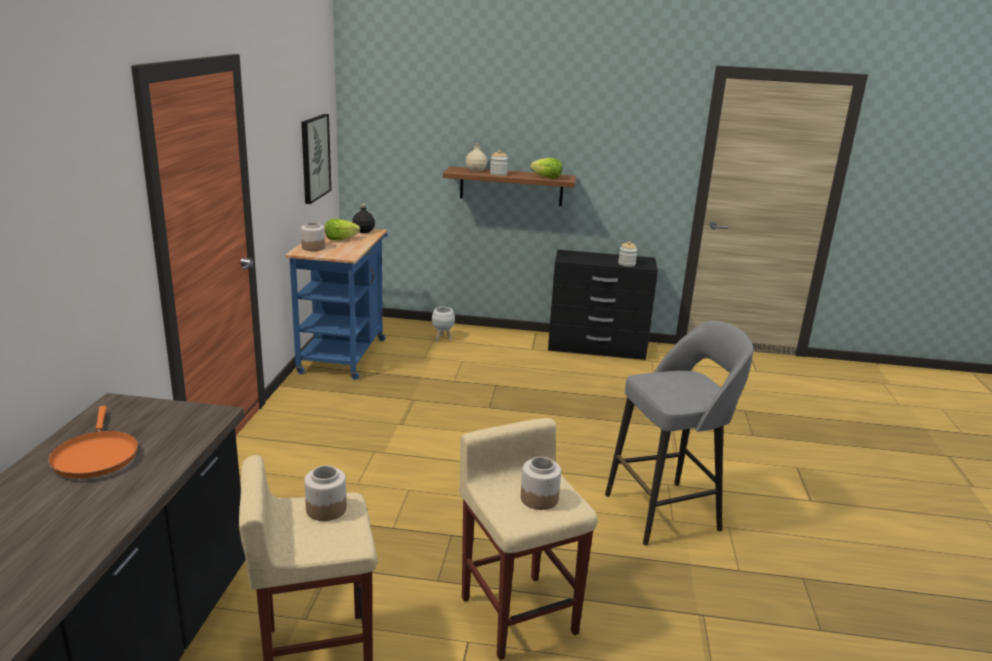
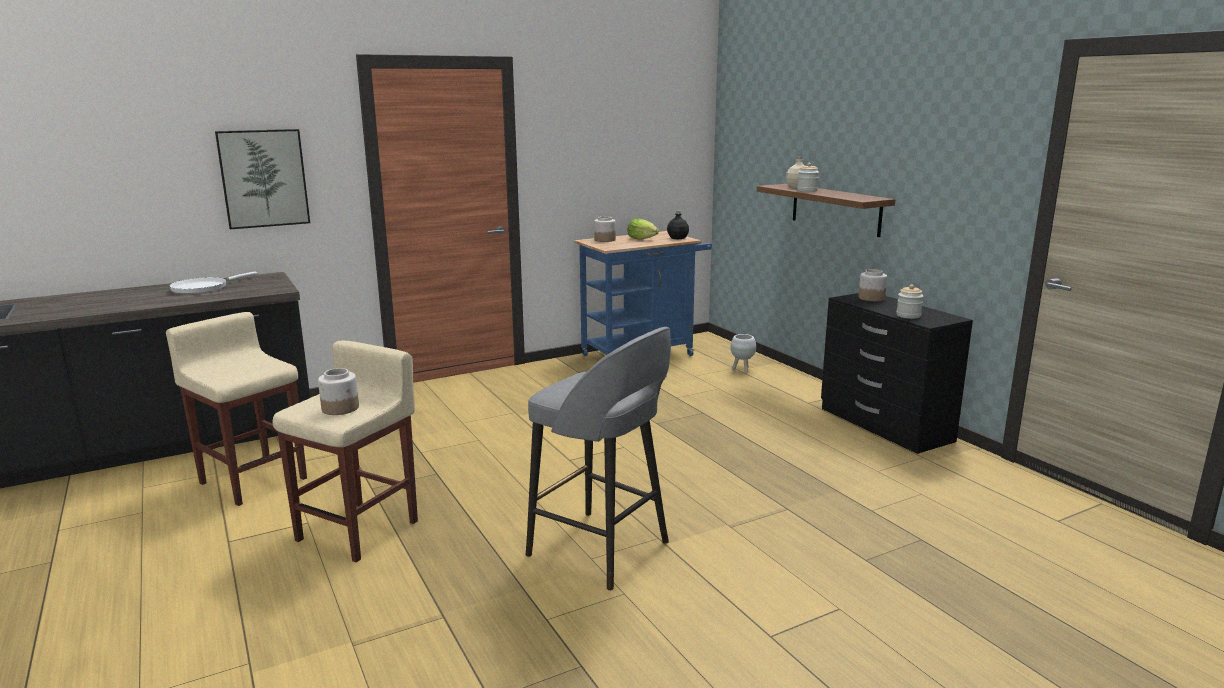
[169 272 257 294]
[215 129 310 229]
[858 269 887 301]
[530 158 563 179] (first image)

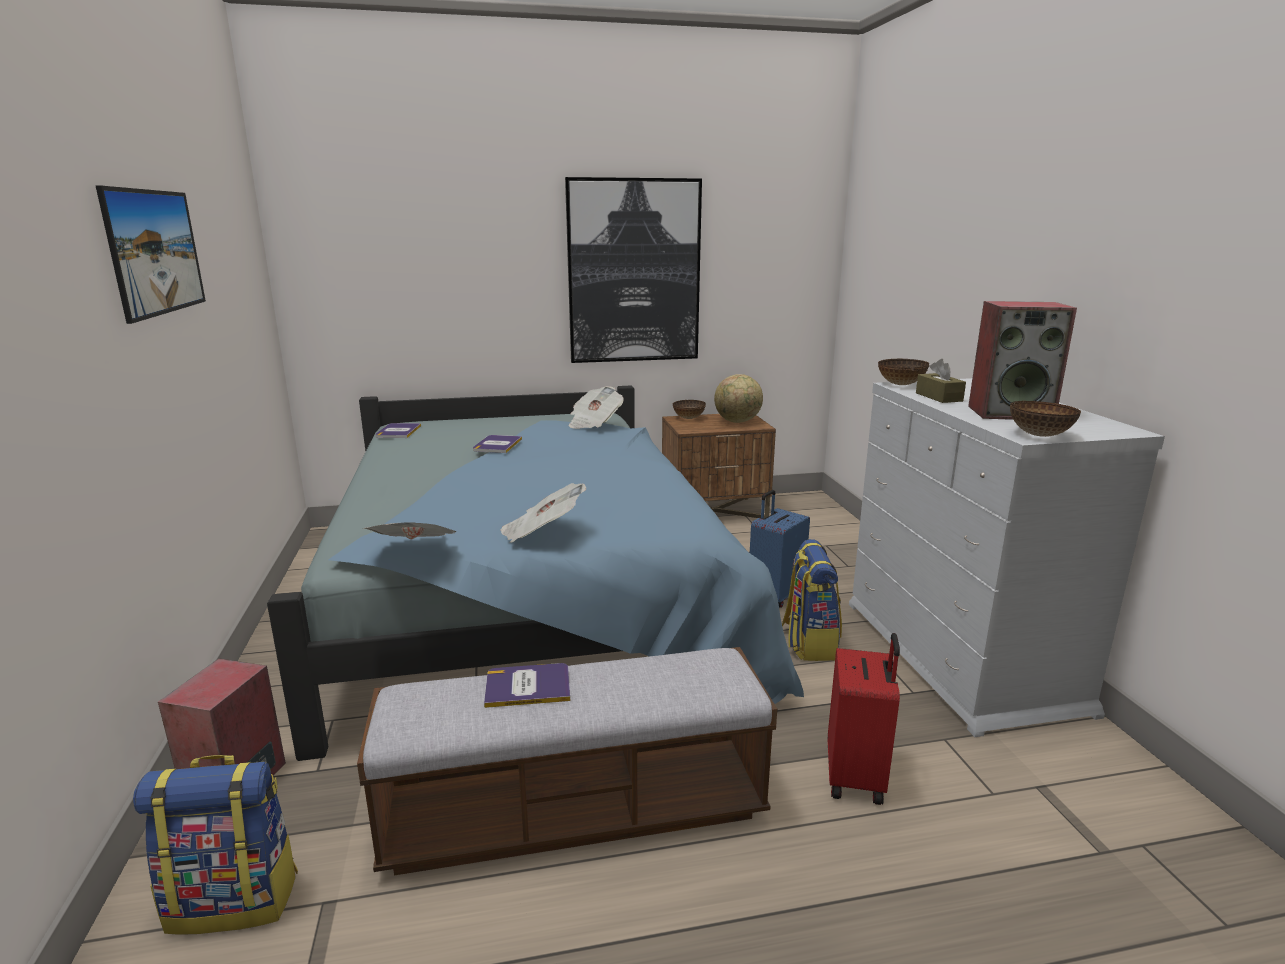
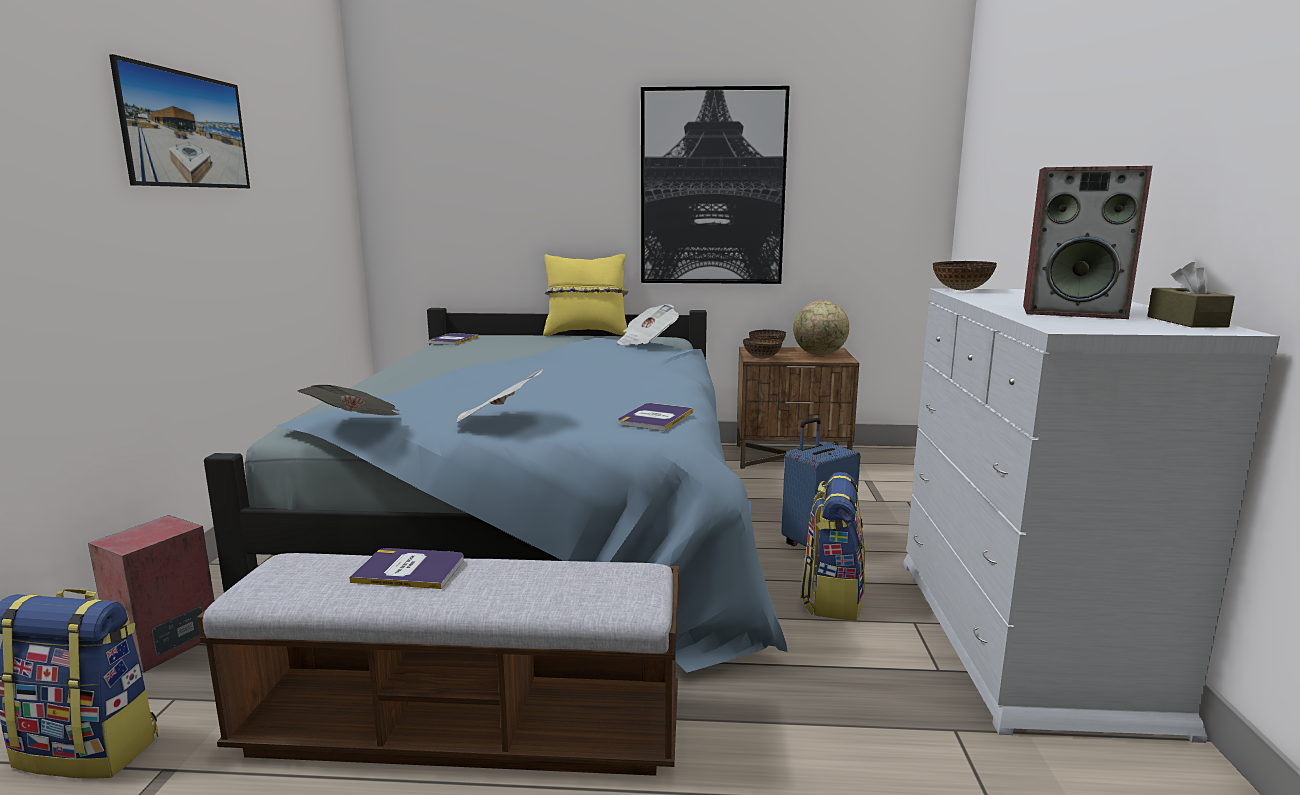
[618 403 693 431]
[828 633 900 805] (first image)
[1148 262 1235 327]
[743 338 782 359]
[543 254 628 336]

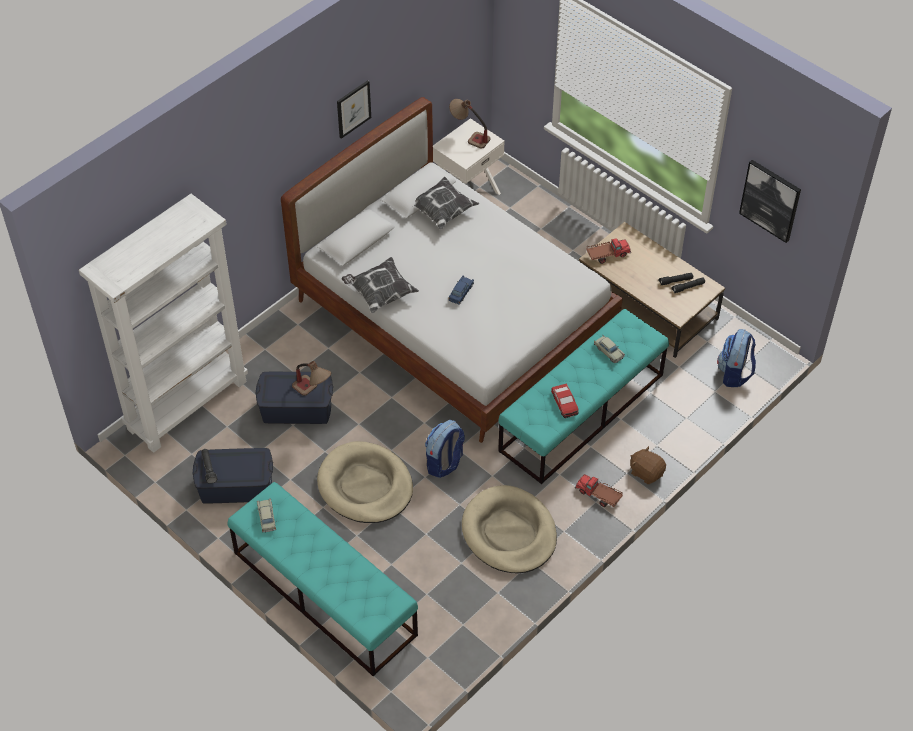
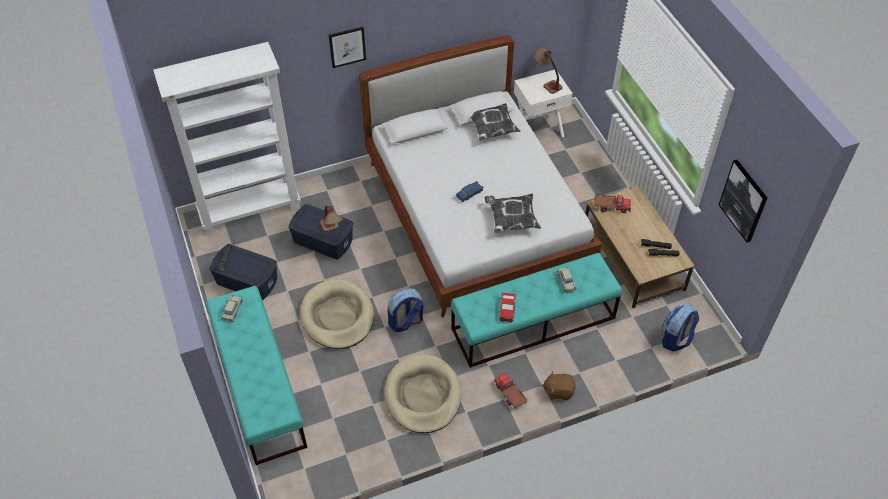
[329 27 366 68]
[484 194 541 233]
[542 371 576 400]

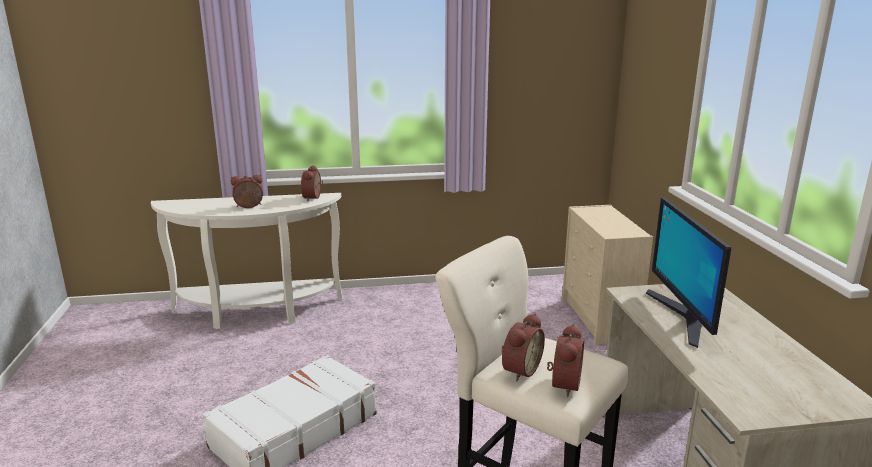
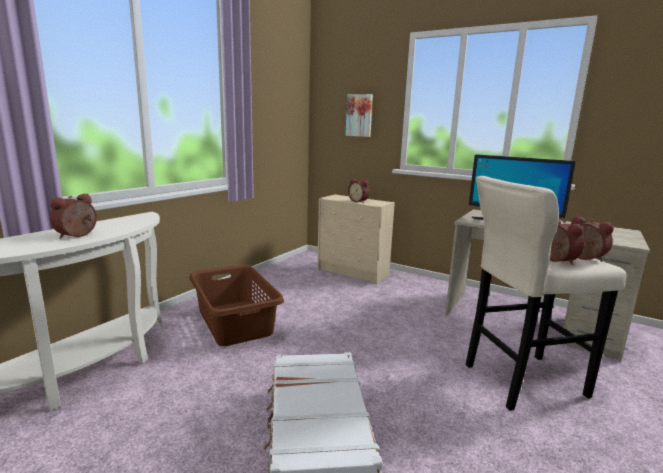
[348 178 369 203]
[189 265 284 346]
[346 94 373 137]

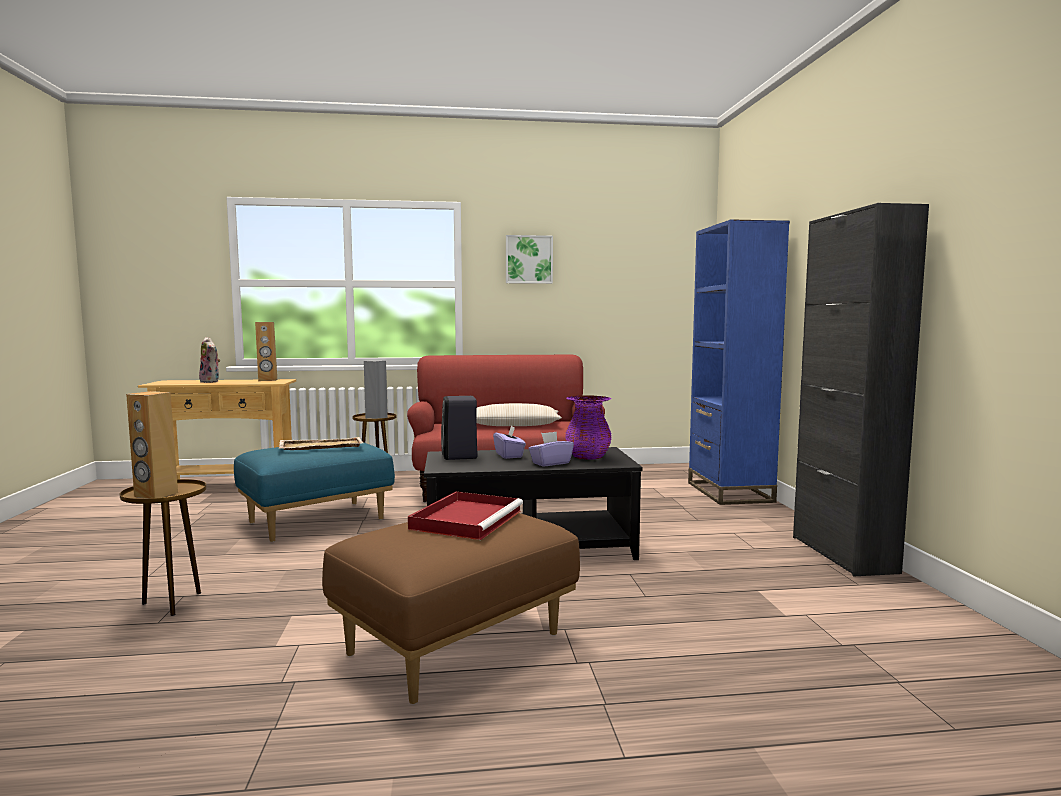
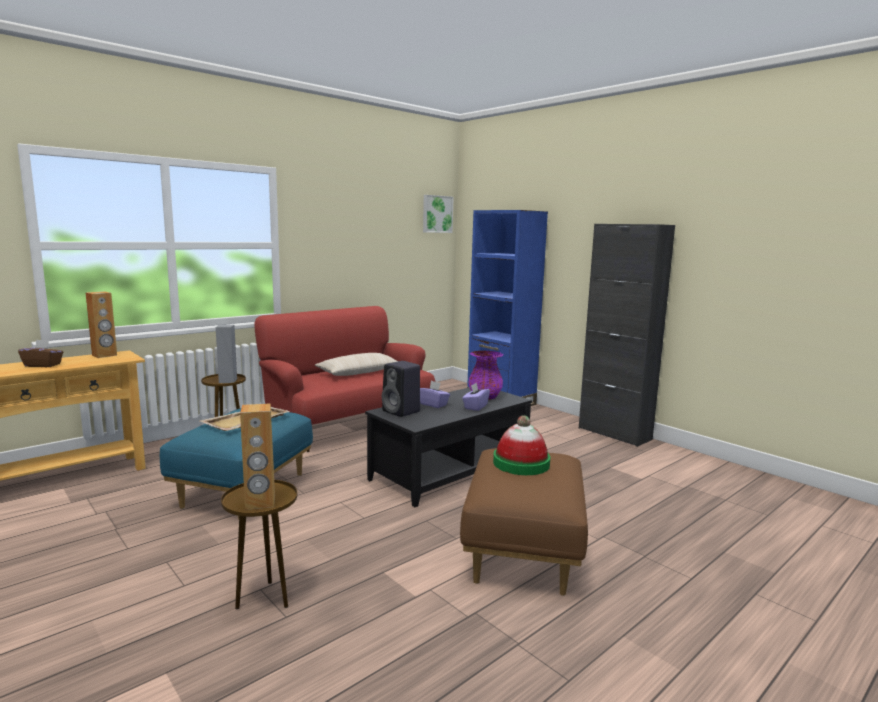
[18 339 63 367]
[493 415 550 475]
[423 195 454 233]

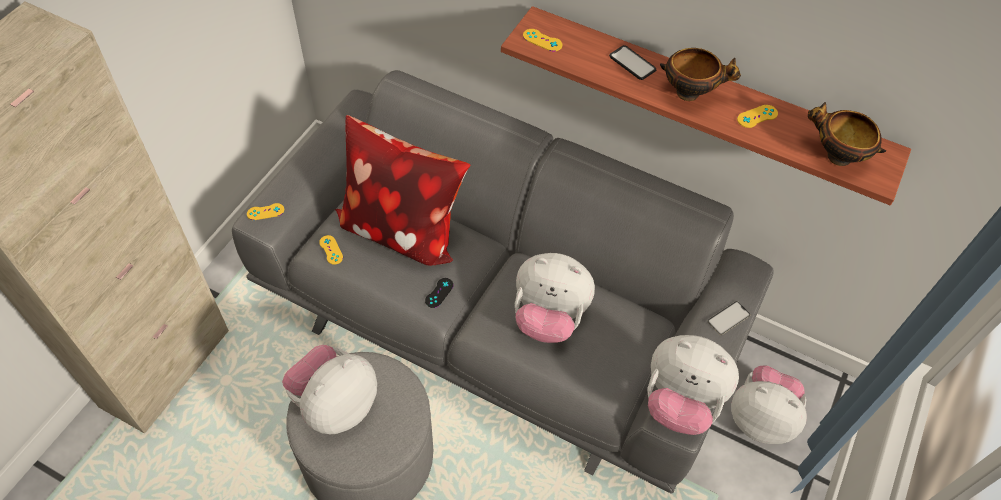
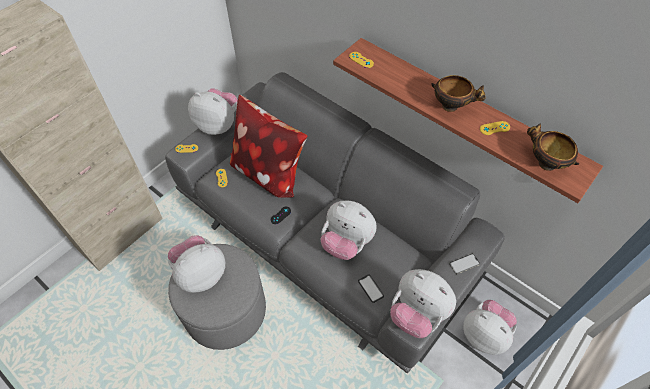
[358 275 384 303]
[188 88 238 135]

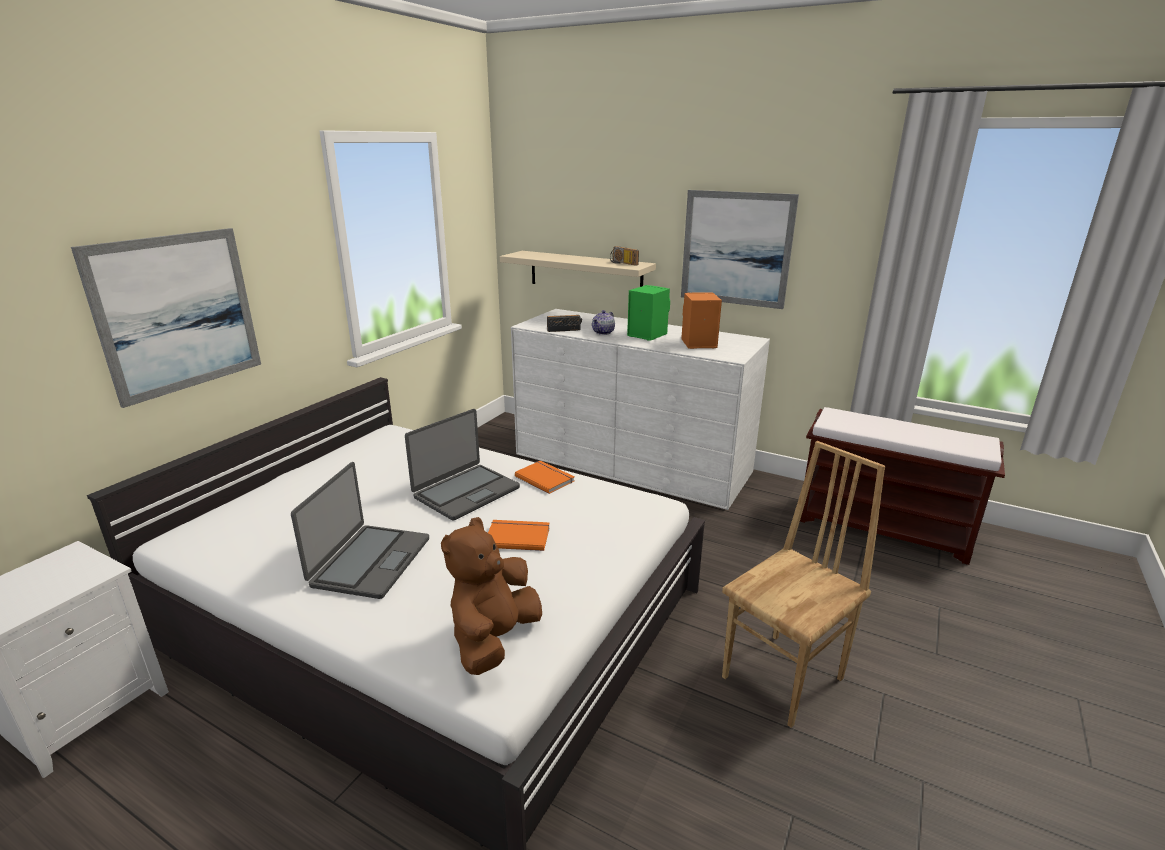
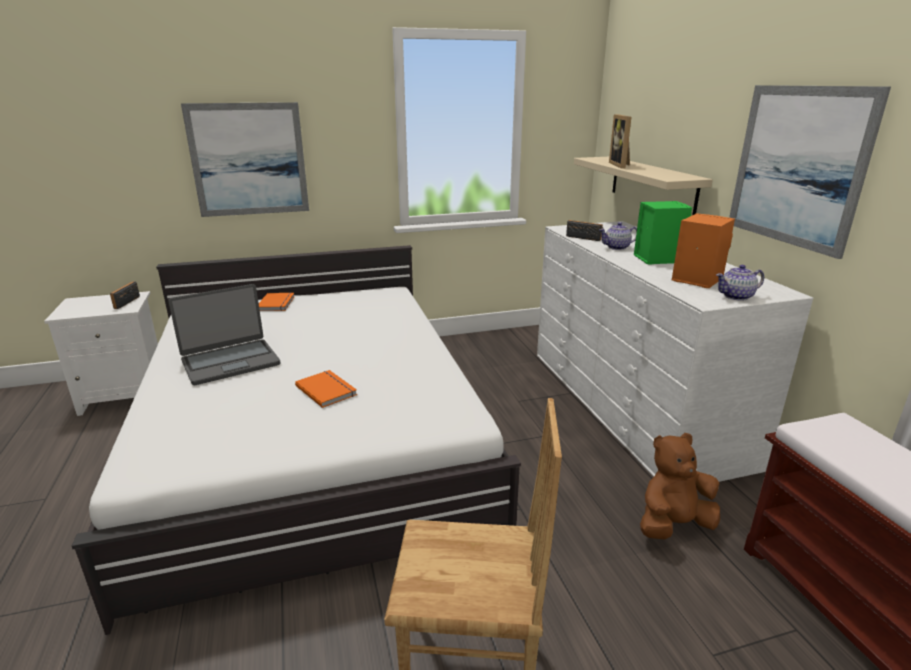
[405 409 520 521] (first image)
[640 433 720 539]
[259 293 295 311]
[110 281 140 309]
[609 114 631 168]
[716 265 764 301]

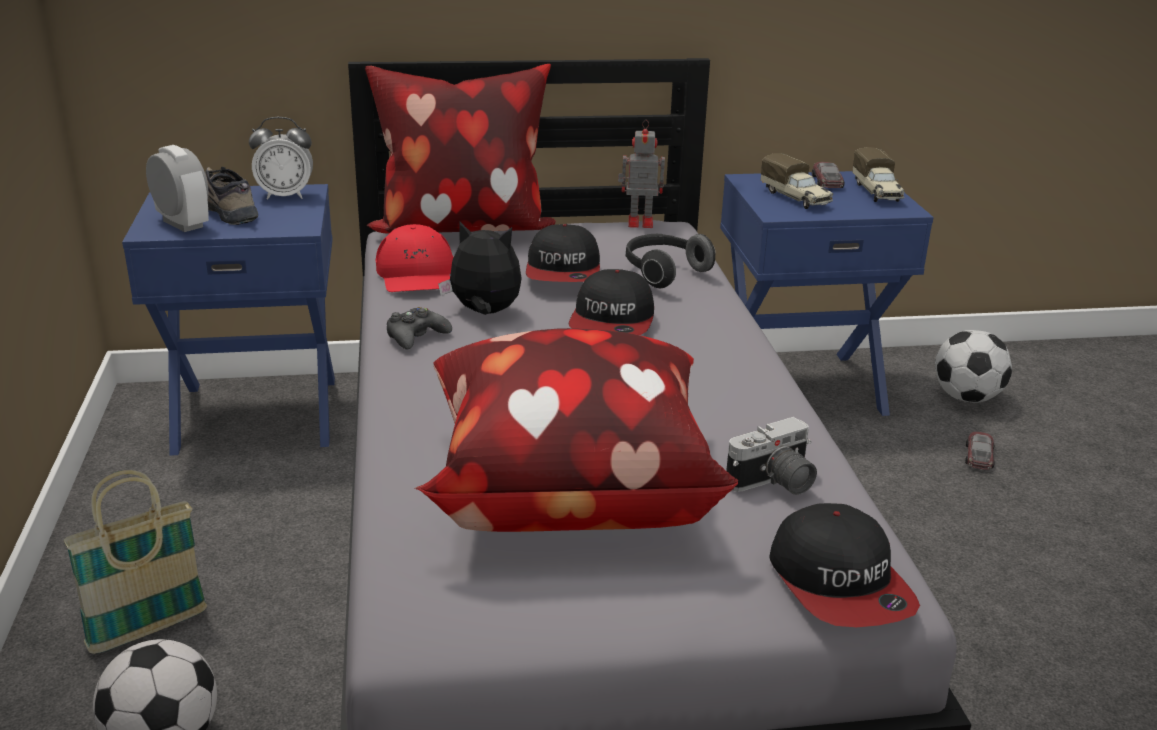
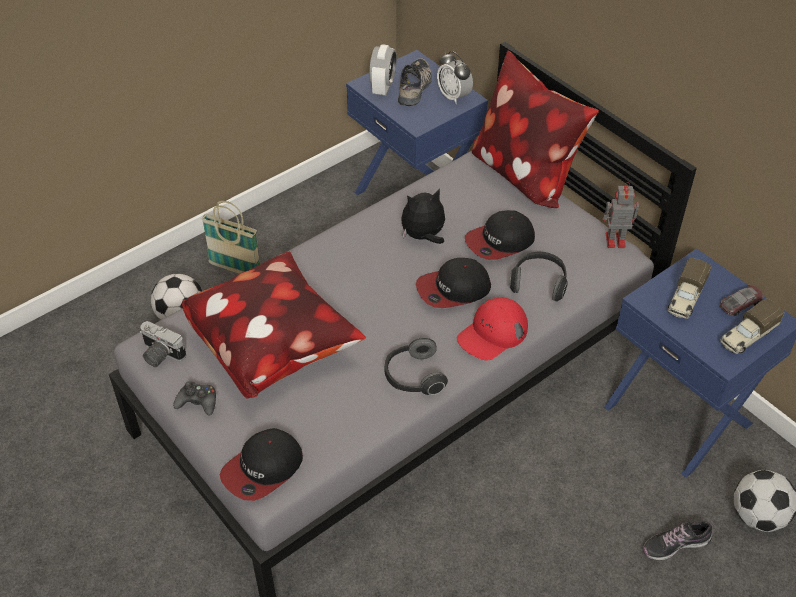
[457 298 528 361]
[173 382 216 415]
[401 189 445 244]
[602 182 639 248]
[140 321 186 367]
[643 521 713 560]
[385 338 448 395]

